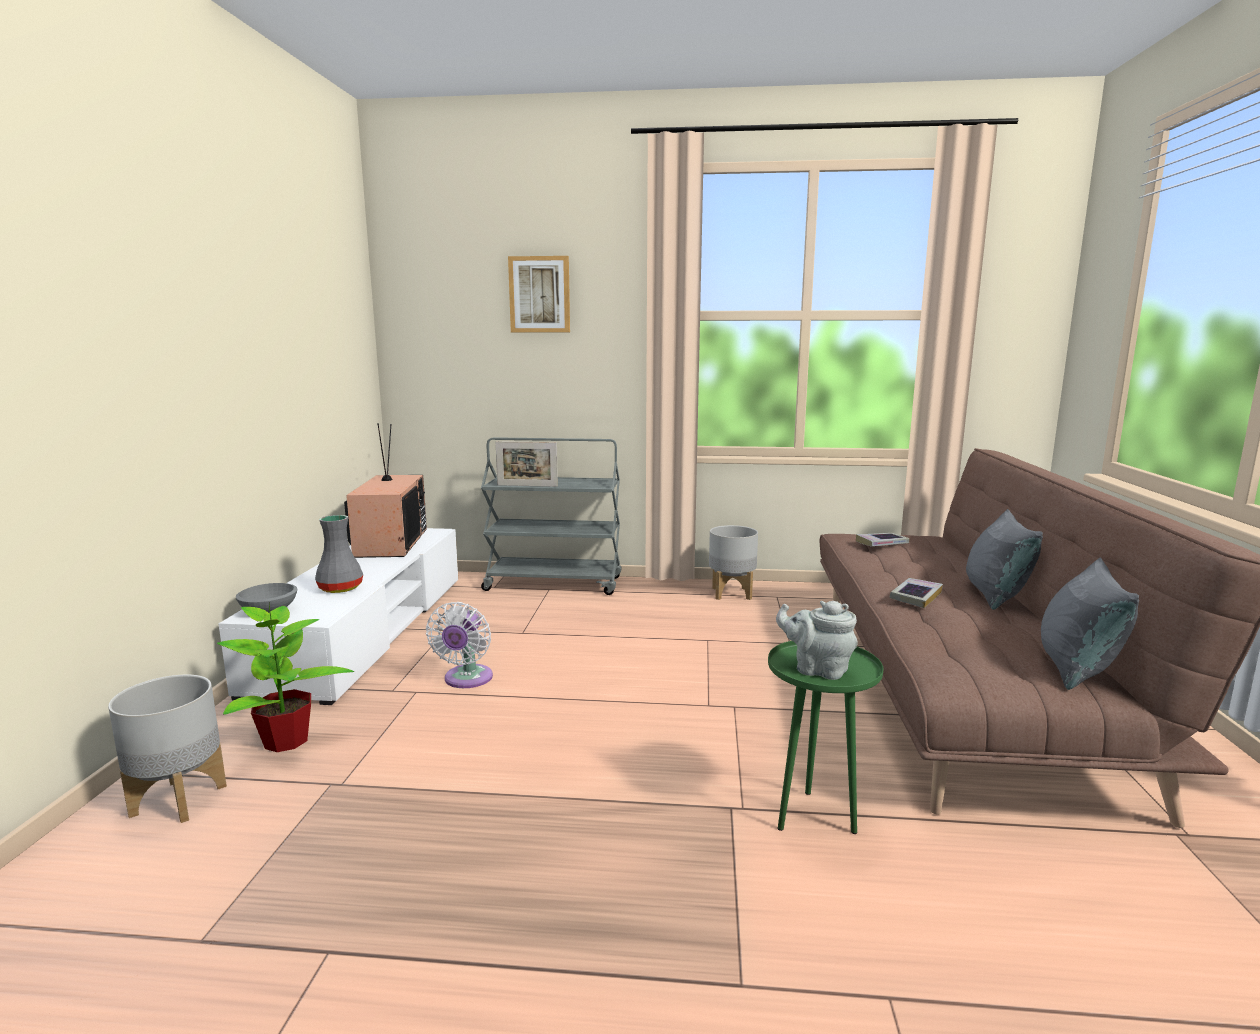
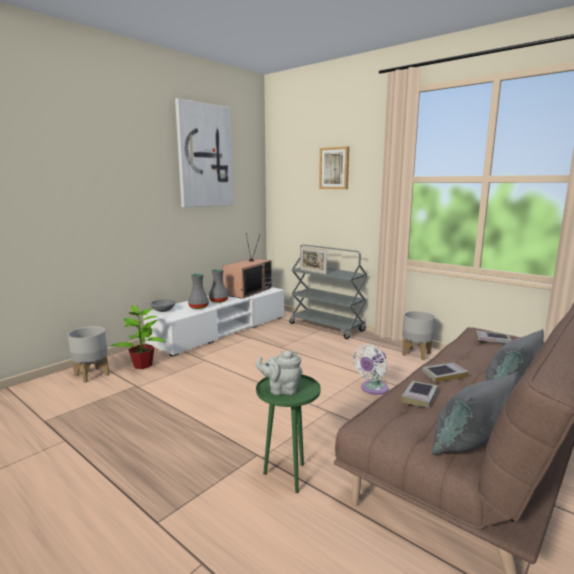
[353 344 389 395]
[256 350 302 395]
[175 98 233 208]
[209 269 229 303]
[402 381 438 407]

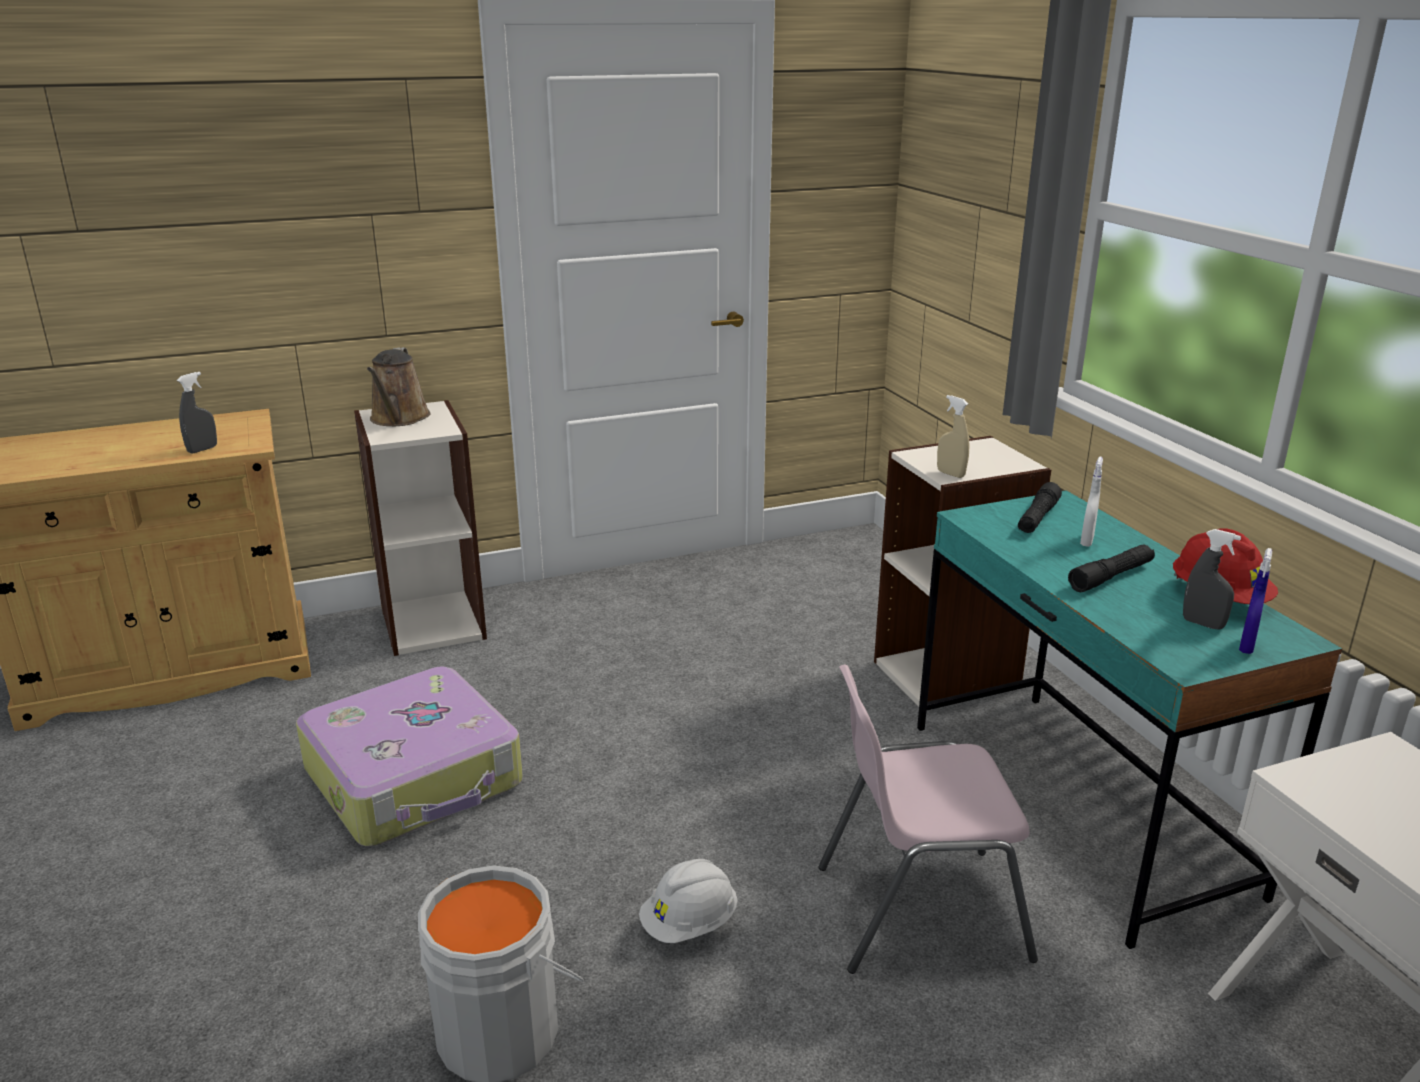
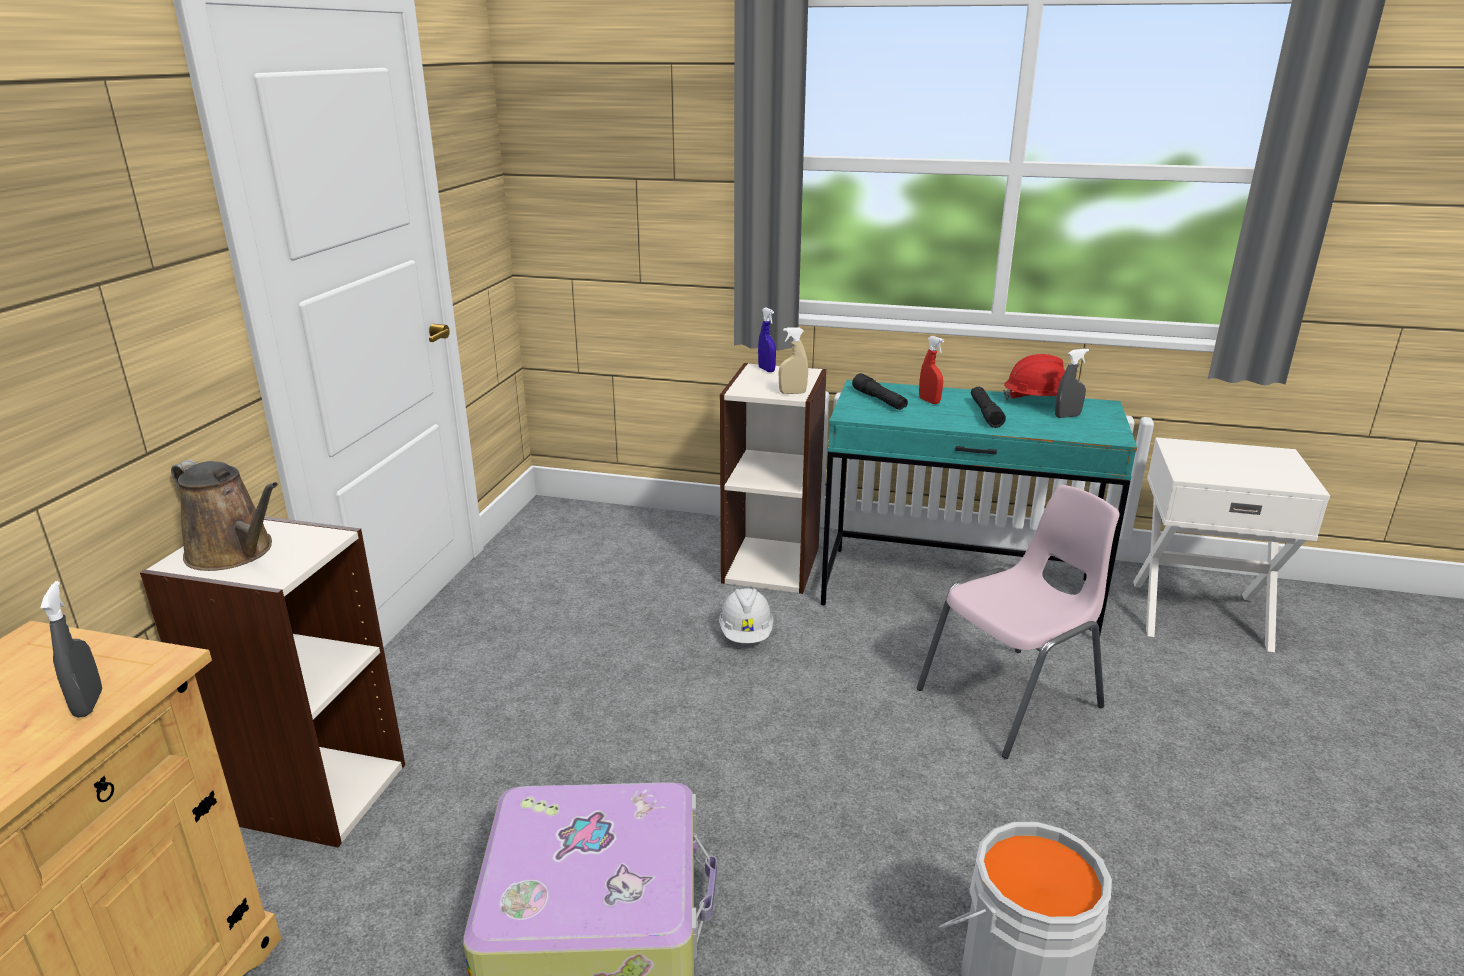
[719 588 774 643]
[917 485 1119 759]
[919 336 944 404]
[758 308 776 372]

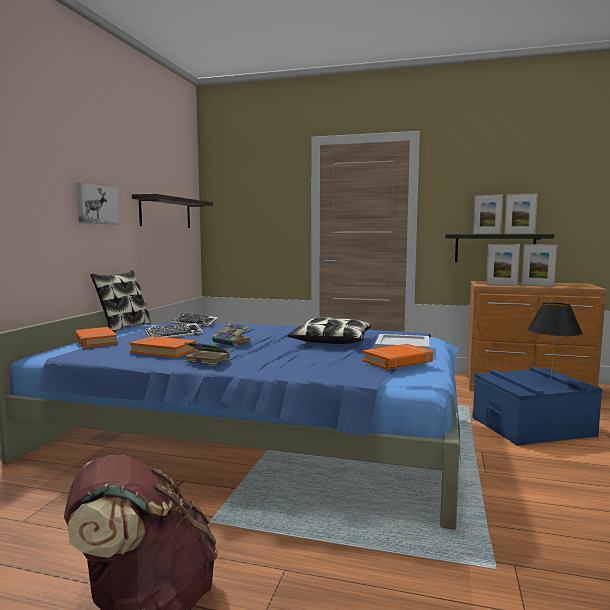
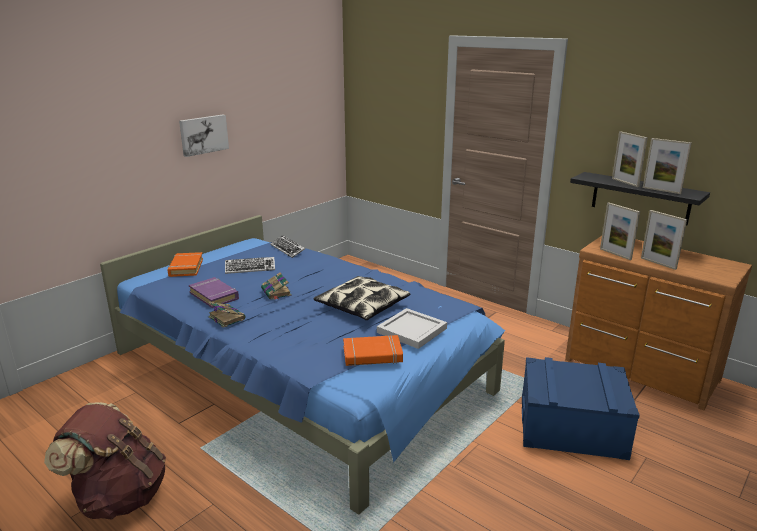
[90 270 152 333] (first image)
[189 277 239 308]
[132 194 213 228] (first image)
[527 302 583 379] (first image)

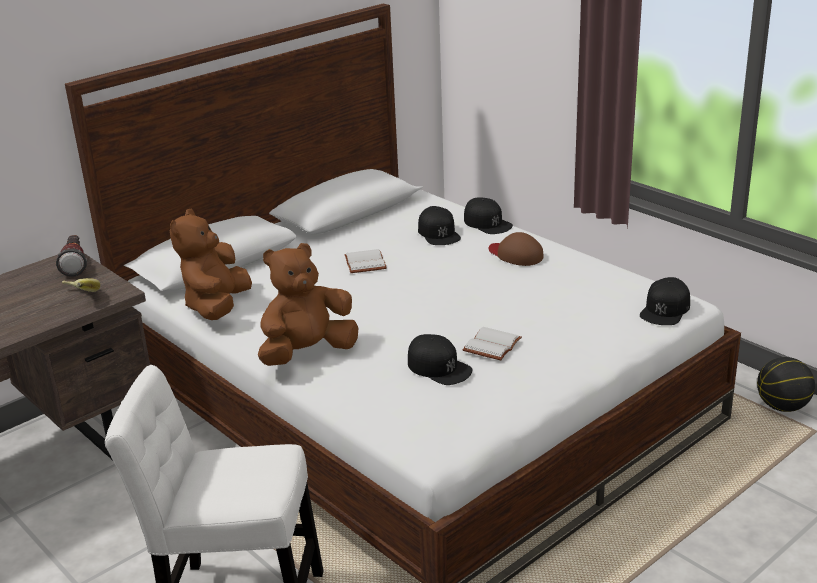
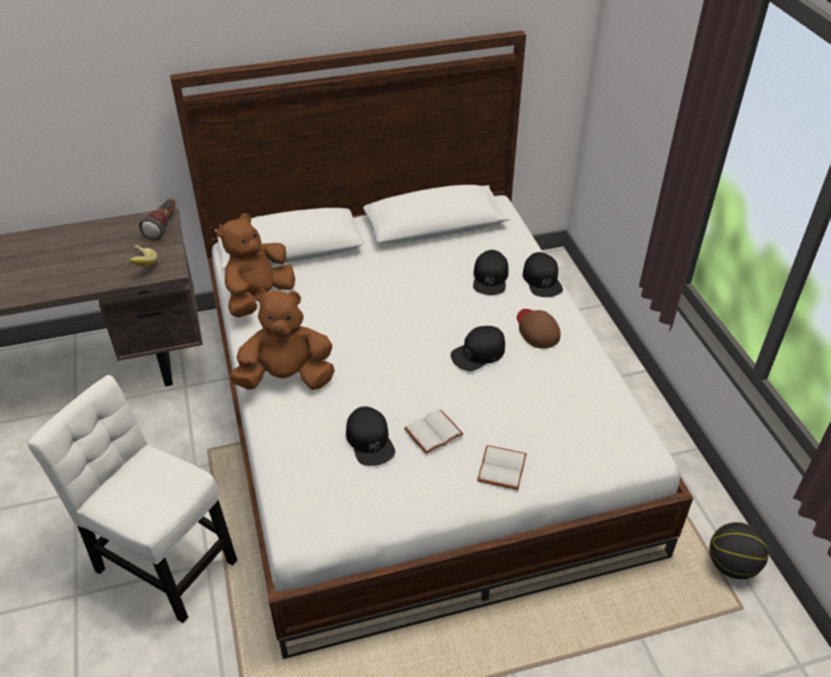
[477 445 527 490]
[451 326 505 371]

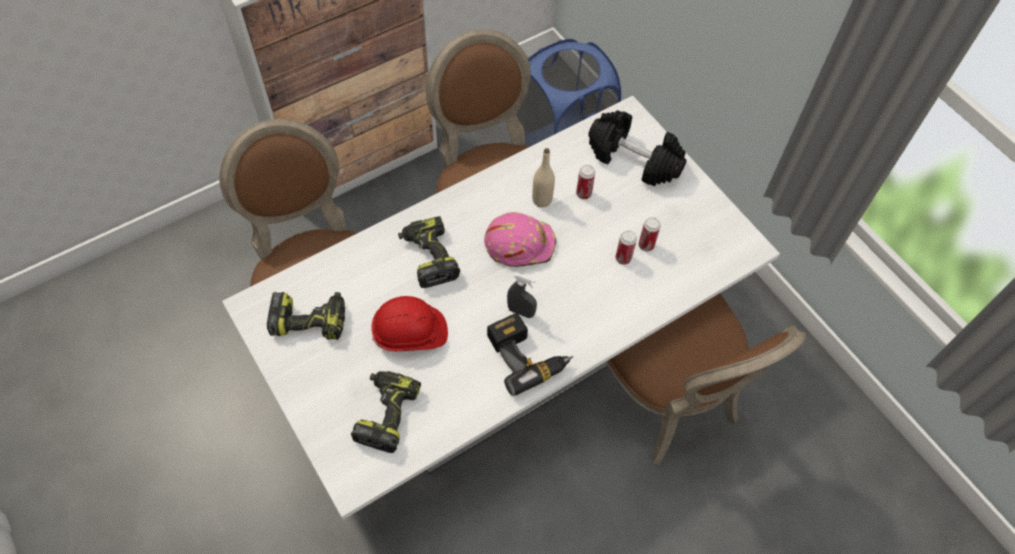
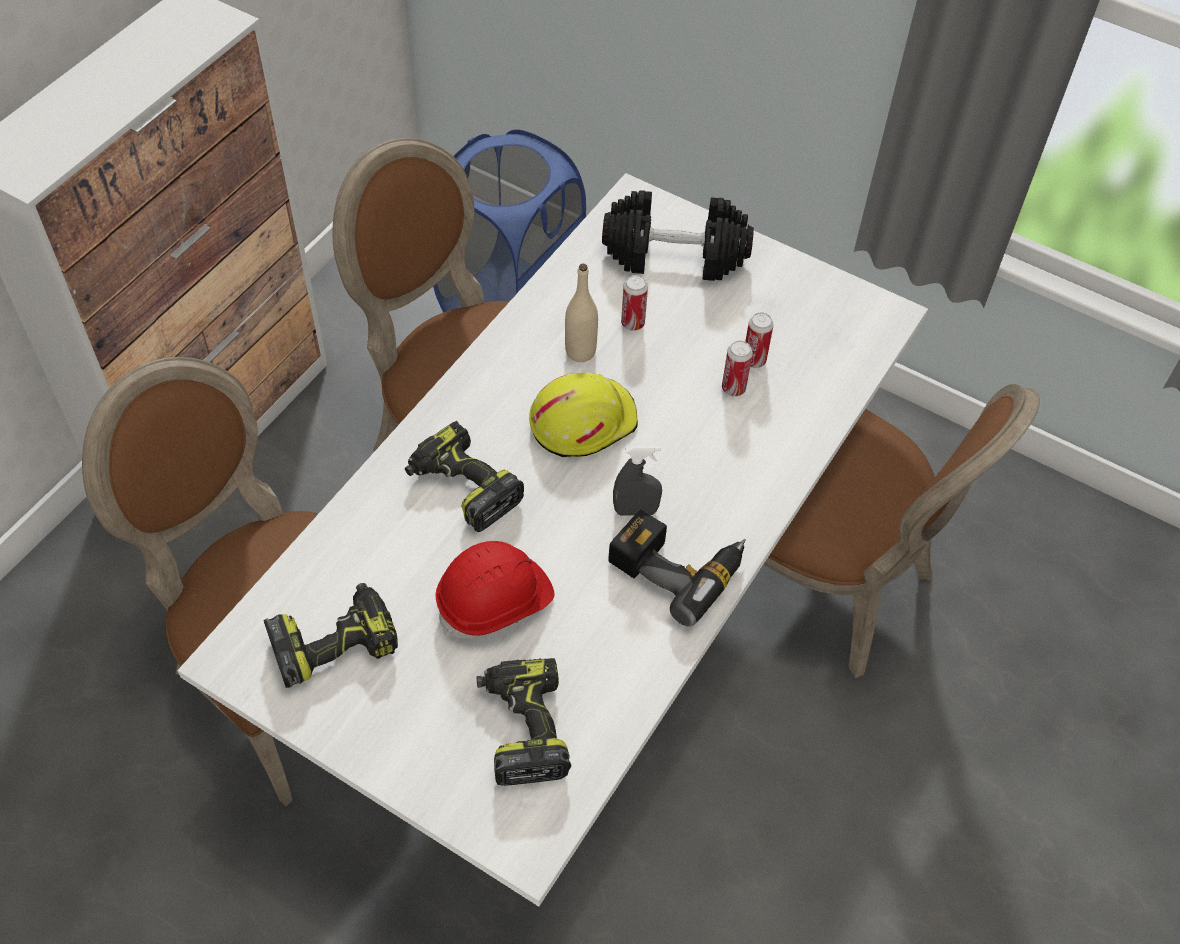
[529 373 638 457]

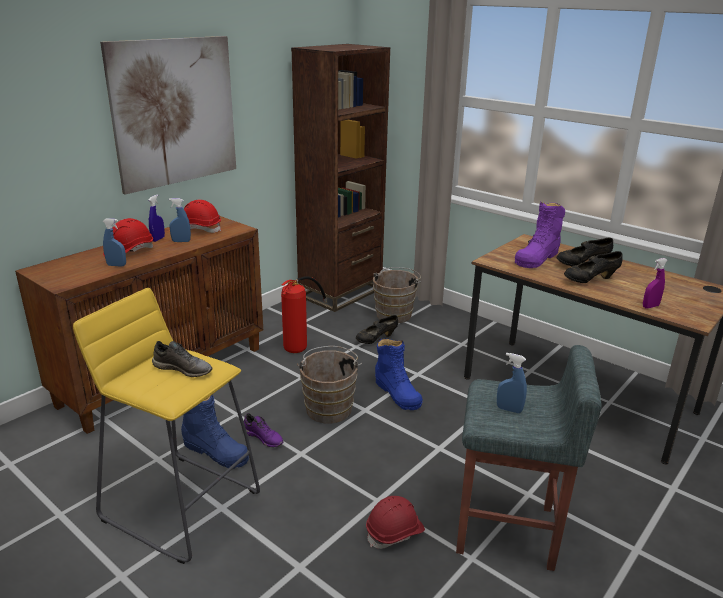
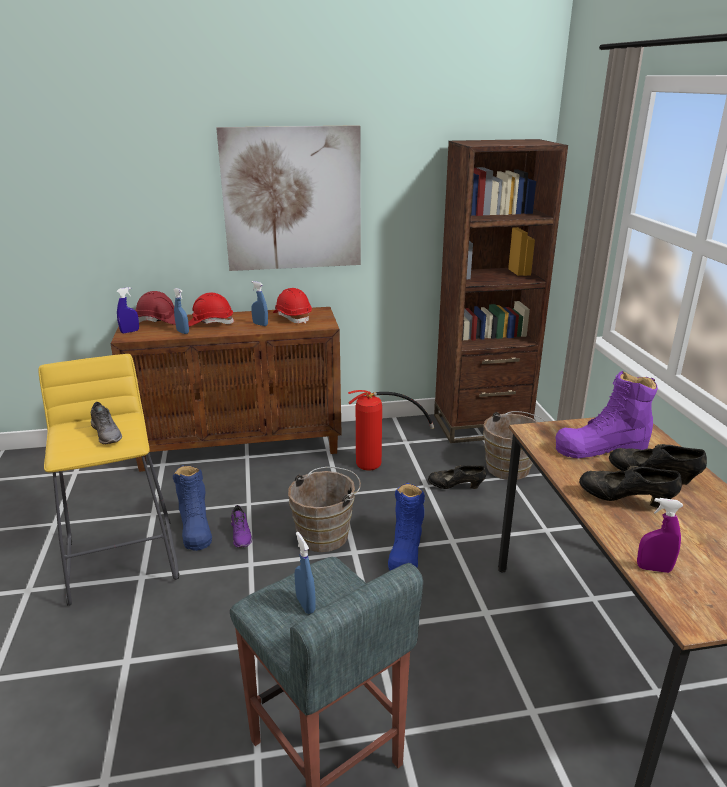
[117 287 139 333]
[135 291 176 325]

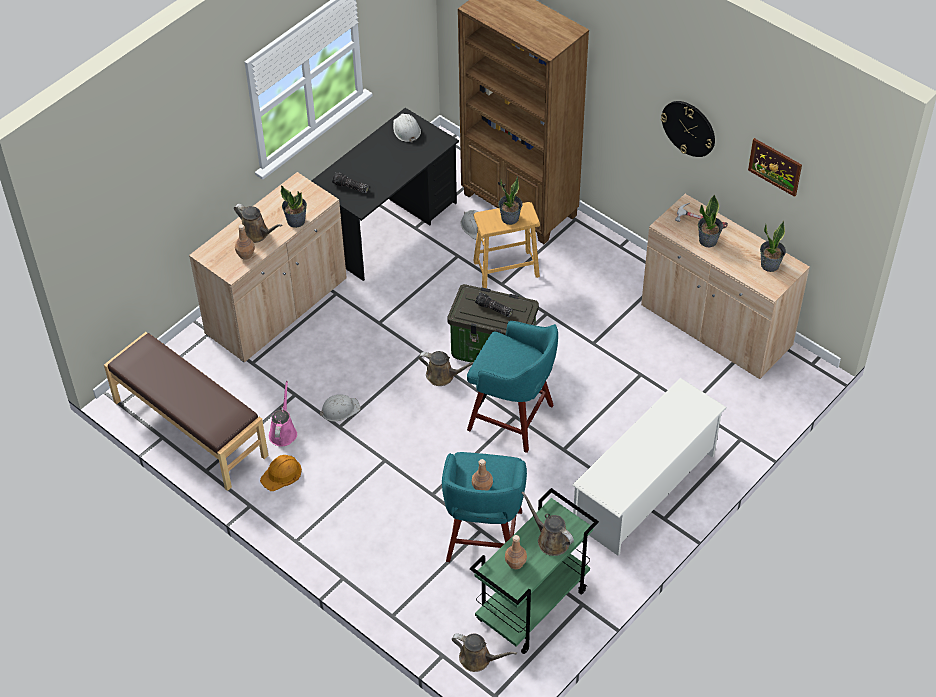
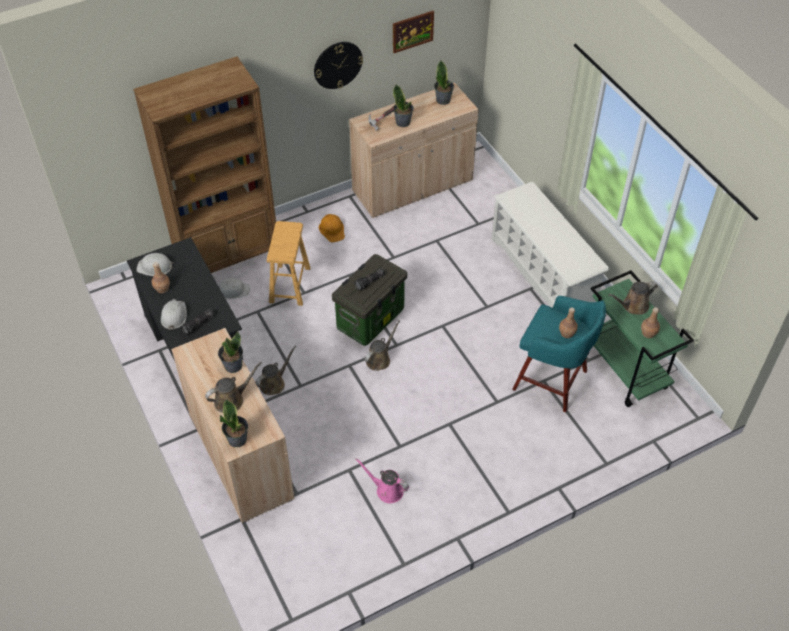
[104 332 268 491] (first image)
[152 262 170 293]
[319 214 345 242]
[161 299 187 331]
[255 346 296 395]
[467 321 558 453] (first image)
[220 399 248 447]

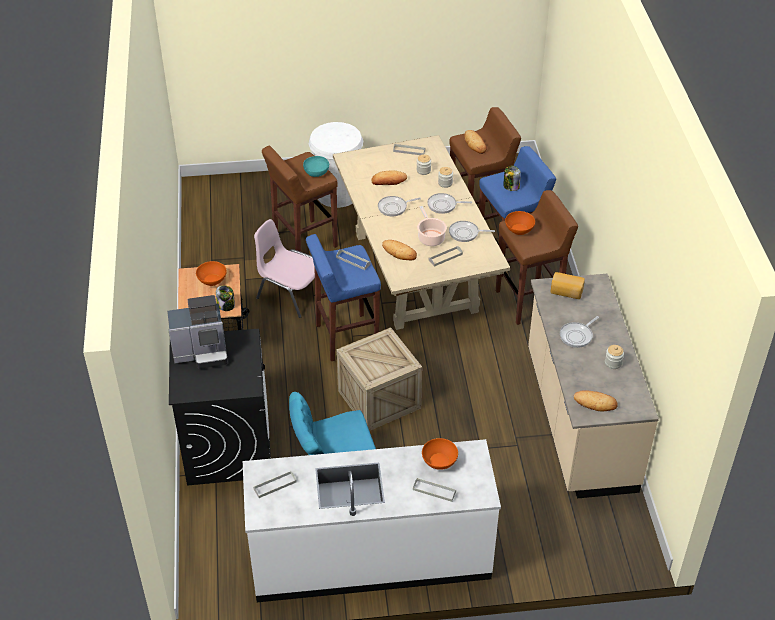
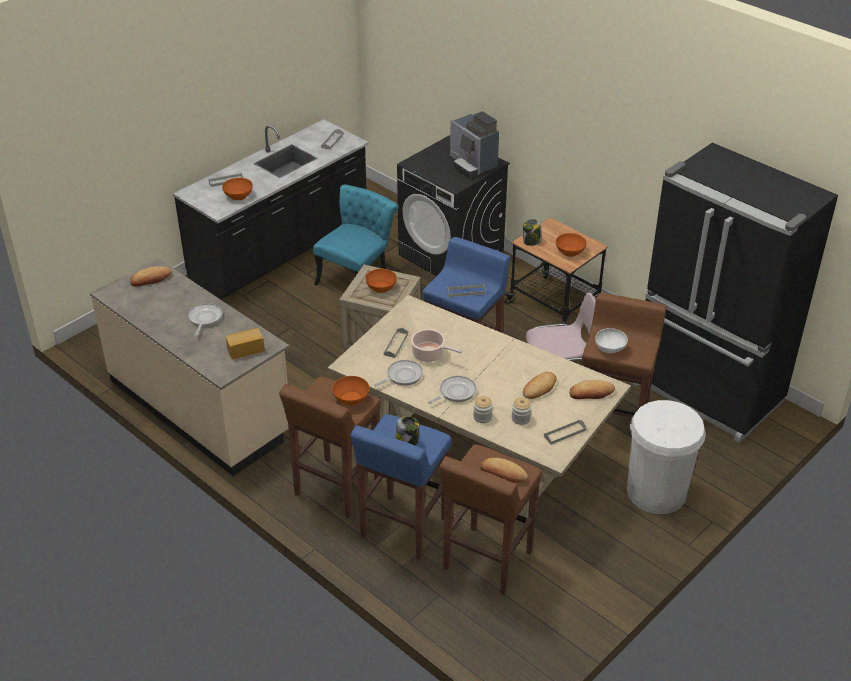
[450 111 499 178]
[173 119 369 299]
[595 328 628 353]
[378 196 421 217] (first image)
[570 380 615 399]
[605 345 624 369] (first image)
[365 269 397 293]
[633 143 838 443]

